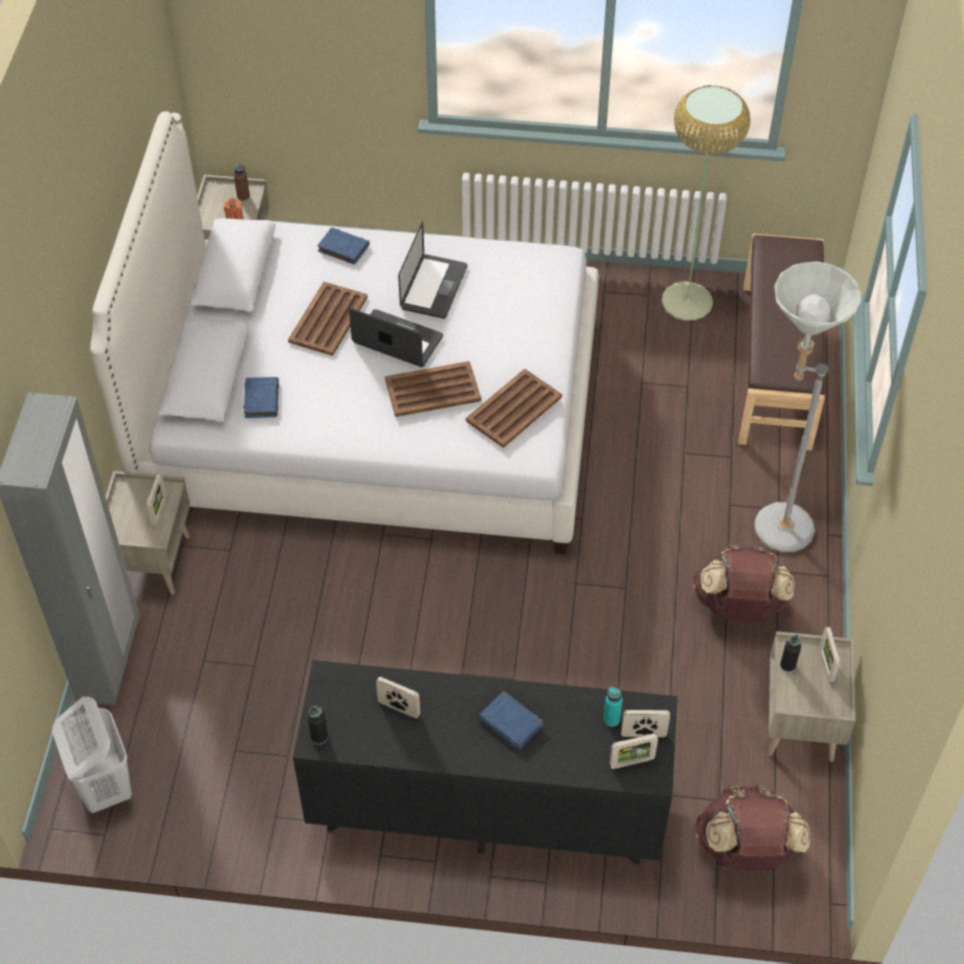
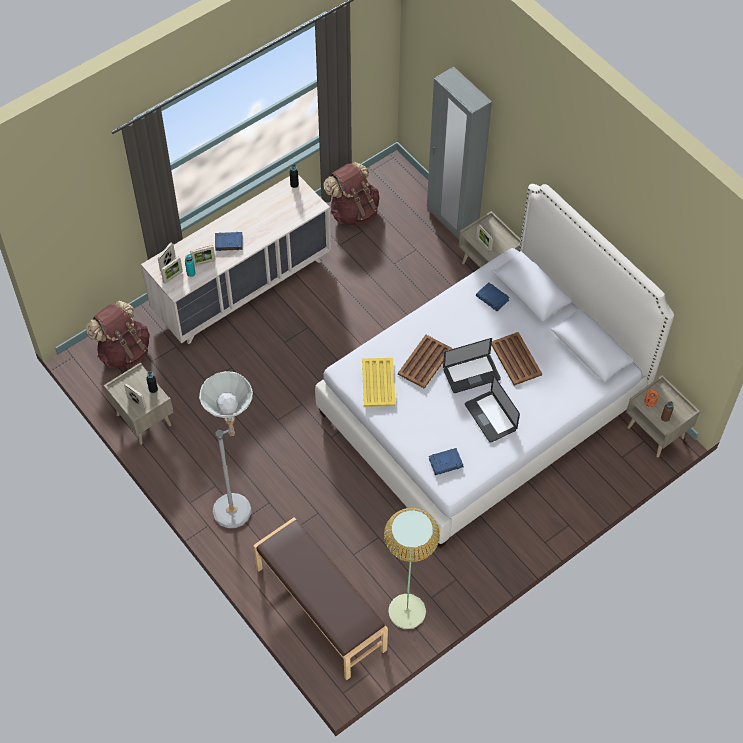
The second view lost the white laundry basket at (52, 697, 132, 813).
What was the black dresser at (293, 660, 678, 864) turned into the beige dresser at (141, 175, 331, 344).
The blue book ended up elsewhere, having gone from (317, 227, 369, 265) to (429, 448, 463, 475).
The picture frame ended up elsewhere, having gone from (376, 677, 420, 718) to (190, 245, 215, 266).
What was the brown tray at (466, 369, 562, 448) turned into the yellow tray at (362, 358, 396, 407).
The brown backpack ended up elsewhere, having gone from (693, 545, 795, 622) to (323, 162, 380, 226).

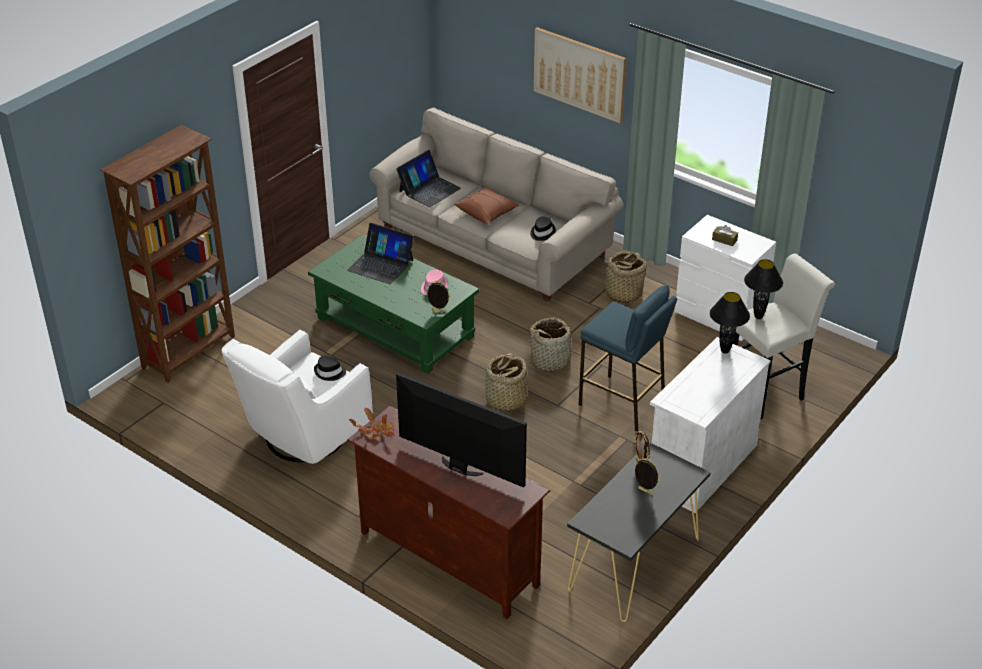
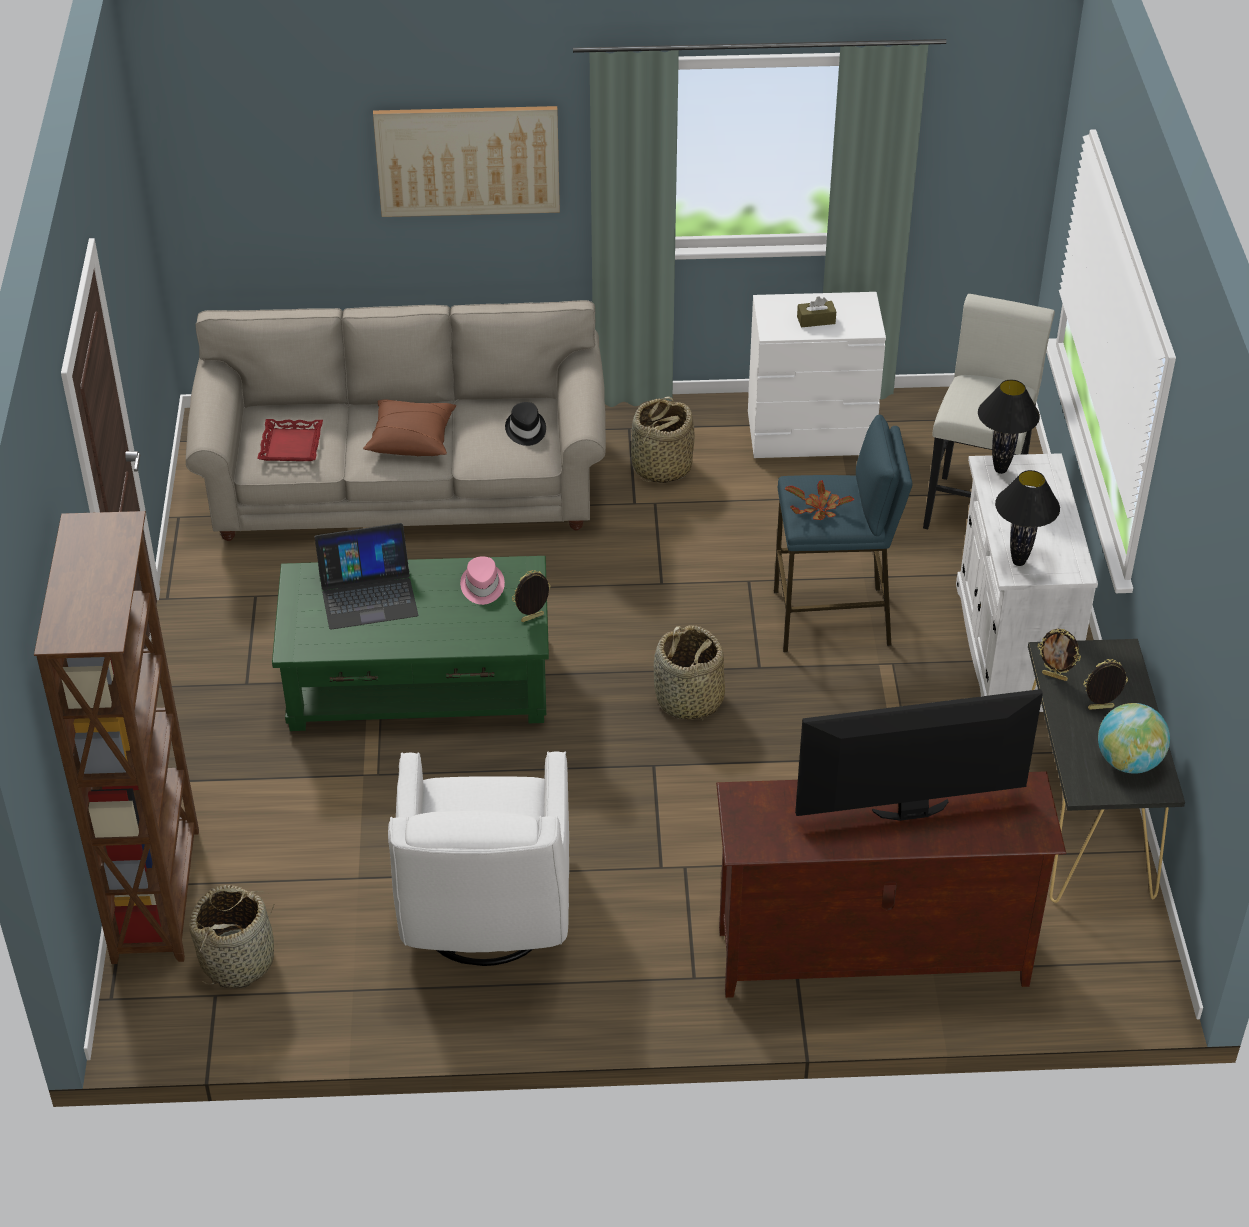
The second view lost the black hat at (314, 356, 346, 381).
The potted plant ended up elsewhere, having gone from (349, 408, 394, 440) to (785, 480, 854, 520).
Where the laptop stood at (396, 150, 461, 207), the red tray came to stand at (257, 419, 323, 461).
The basket ended up elsewhere, having gone from (526, 317, 581, 372) to (189, 885, 274, 989).
The black table lamp ended up elsewhere, having gone from (744, 259, 783, 319) to (995, 470, 1060, 566).
The second view gained the globe at (1098, 703, 1170, 774).

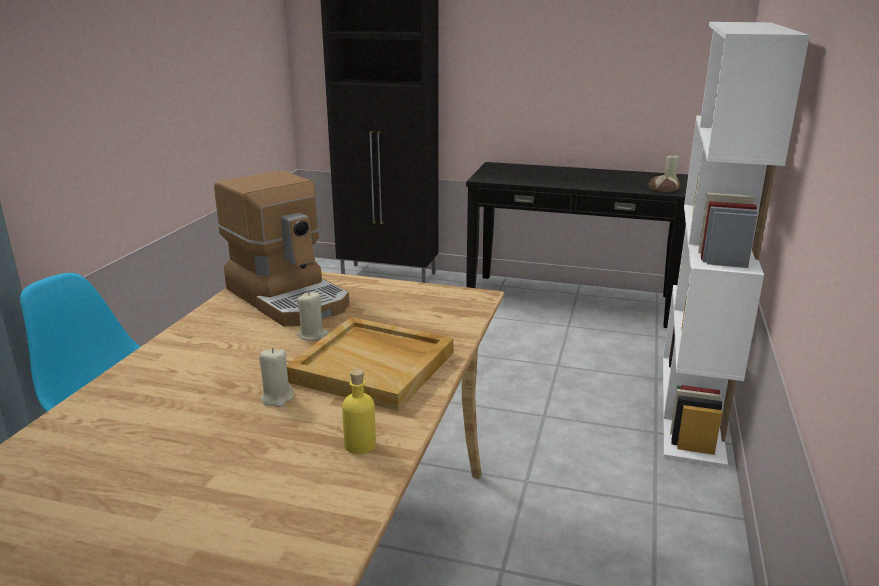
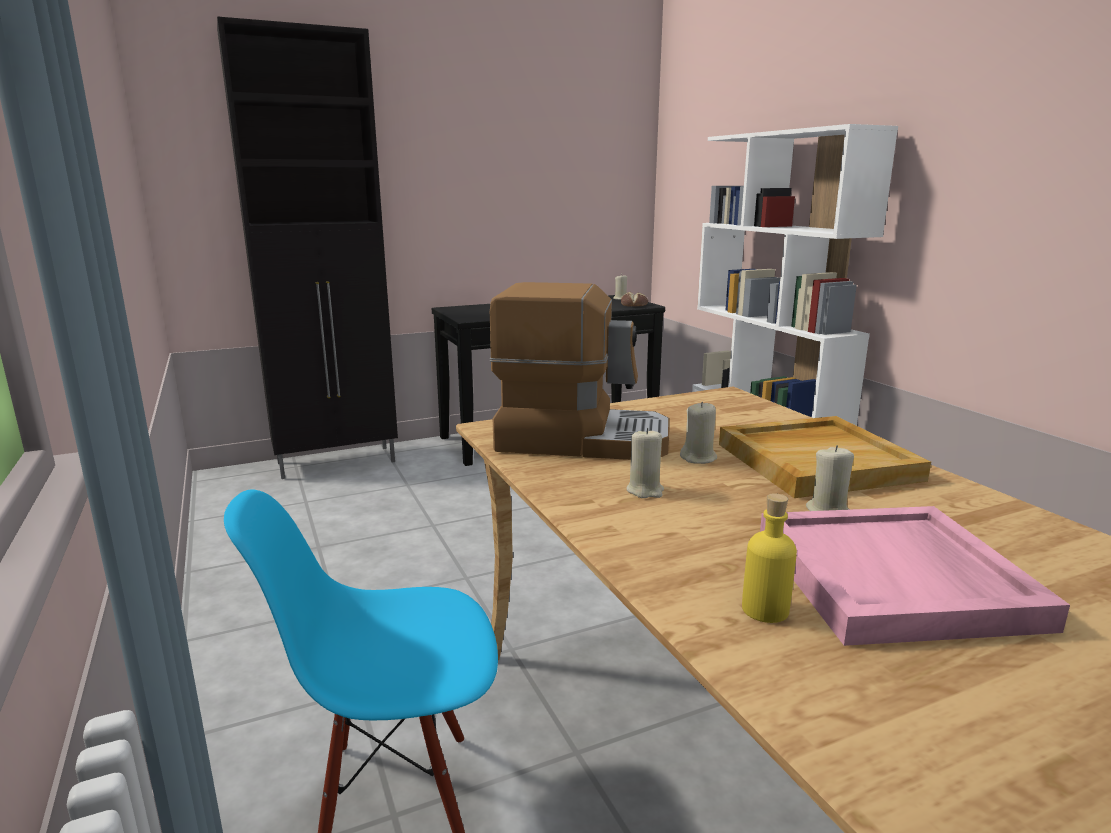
The yellow bottle ended up elsewhere, having gone from (342, 369, 376, 454) to (742, 493, 797, 623).
The second view gained the beige candle at (626, 428, 664, 498).
The second view gained the pink tray at (760, 506, 1070, 646).

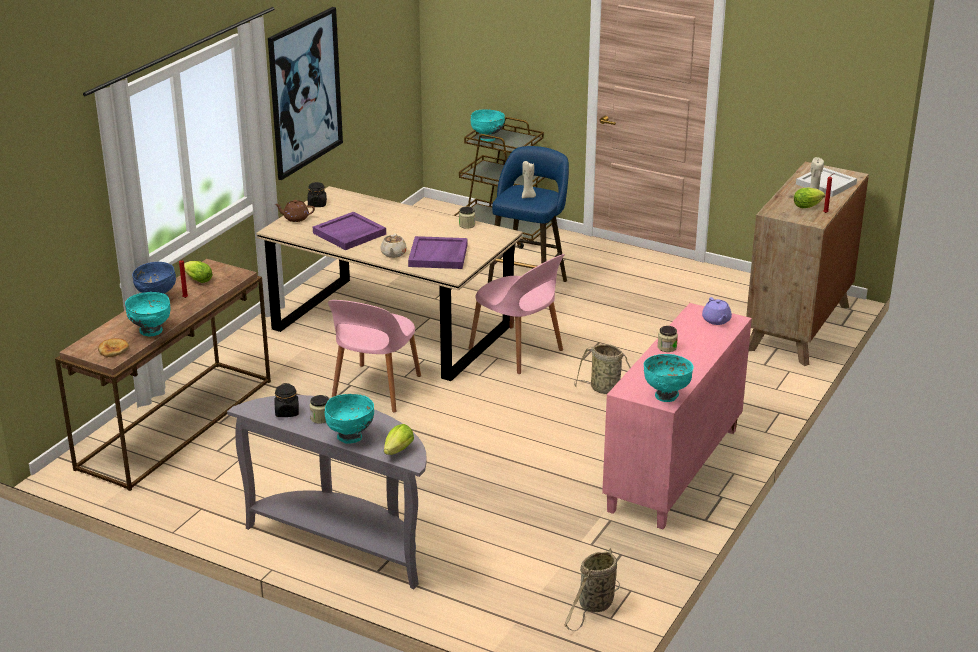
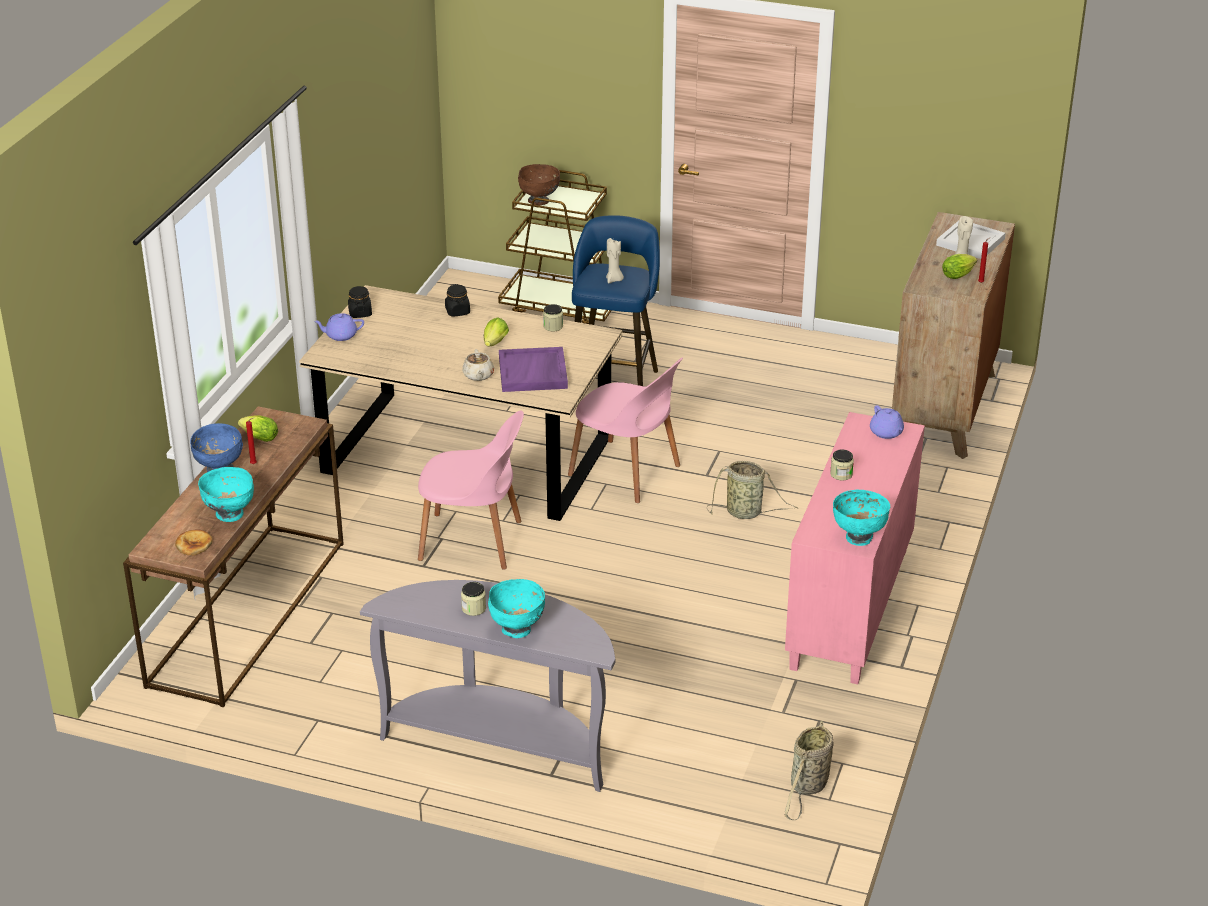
The second view lost the picture at (268, 7, 343, 180).
What was the brown teapot at (274, 200, 315, 222) turned into the purple teapot at (314, 313, 364, 341).
The black jar ended up elsewhere, having gone from (275, 383, 299, 417) to (445, 284, 470, 317).
The second view lost the purple tray at (313, 212, 386, 250).
The pink chair at (328, 300, 421, 412) ended up facing another way, 90 degrees counterclockwise from before.
The lettuce ended up elsewhere, having gone from (384, 424, 414, 455) to (484, 318, 509, 346).
What was the turquoise bowl at (471, 109, 505, 142) turned into the brown bowl at (518, 164, 560, 205).

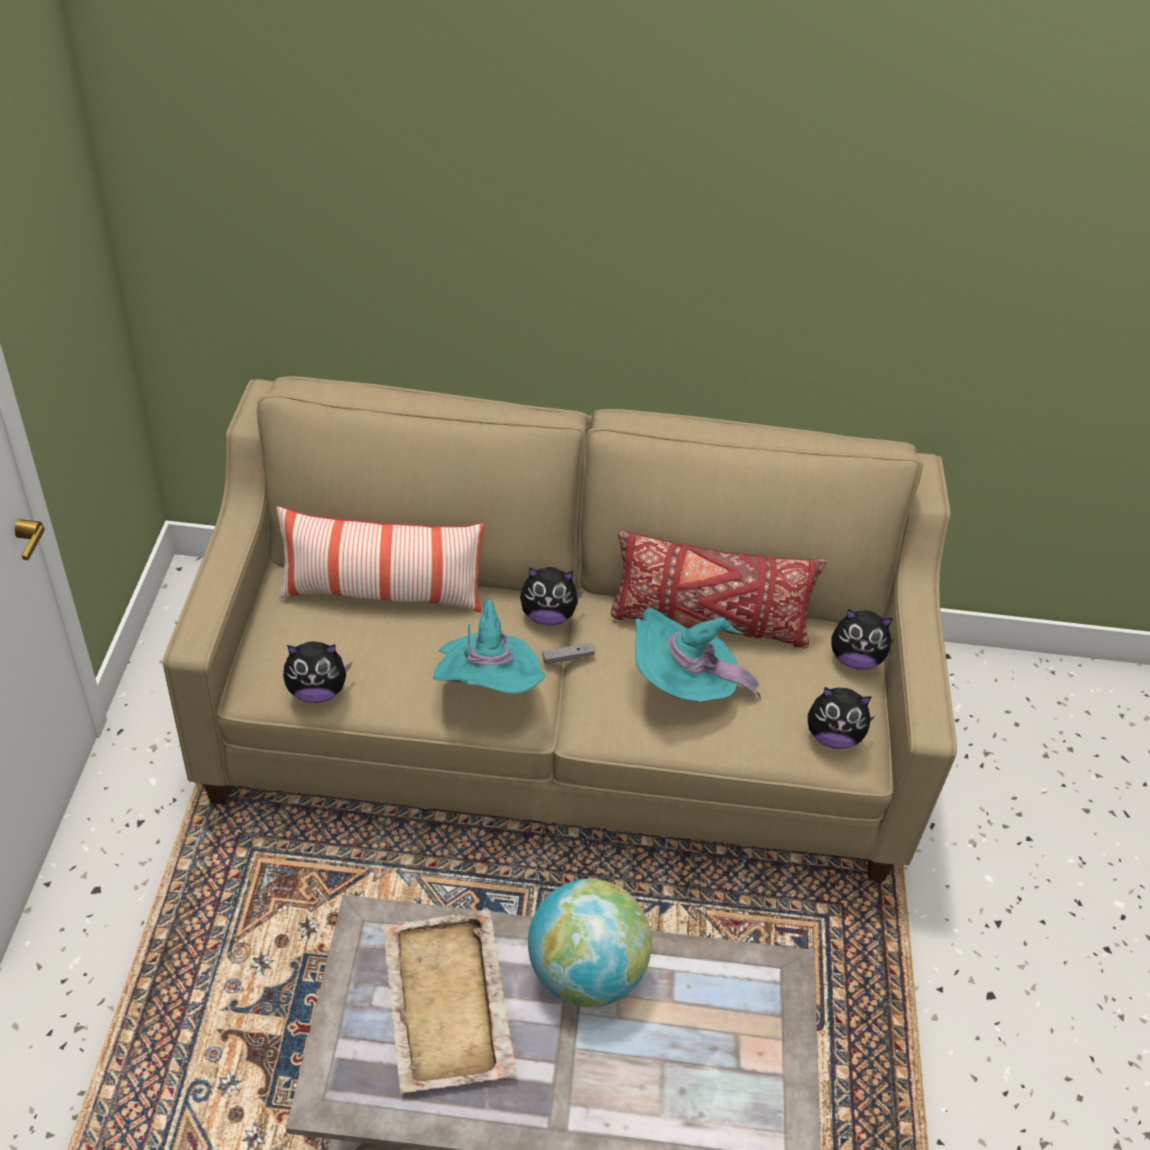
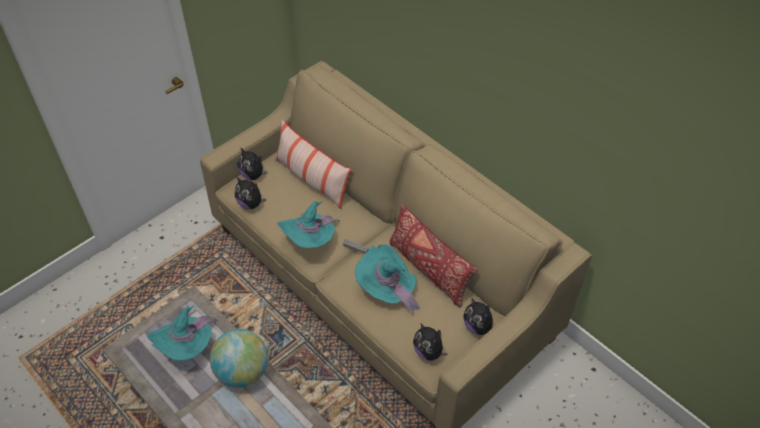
Where the beige tray stood at (381, 909, 517, 1094), the turquoise hat came to stand at (147, 305, 217, 361).
The plush toy ended up elsewhere, having gone from (520, 567, 583, 626) to (238, 147, 267, 180).

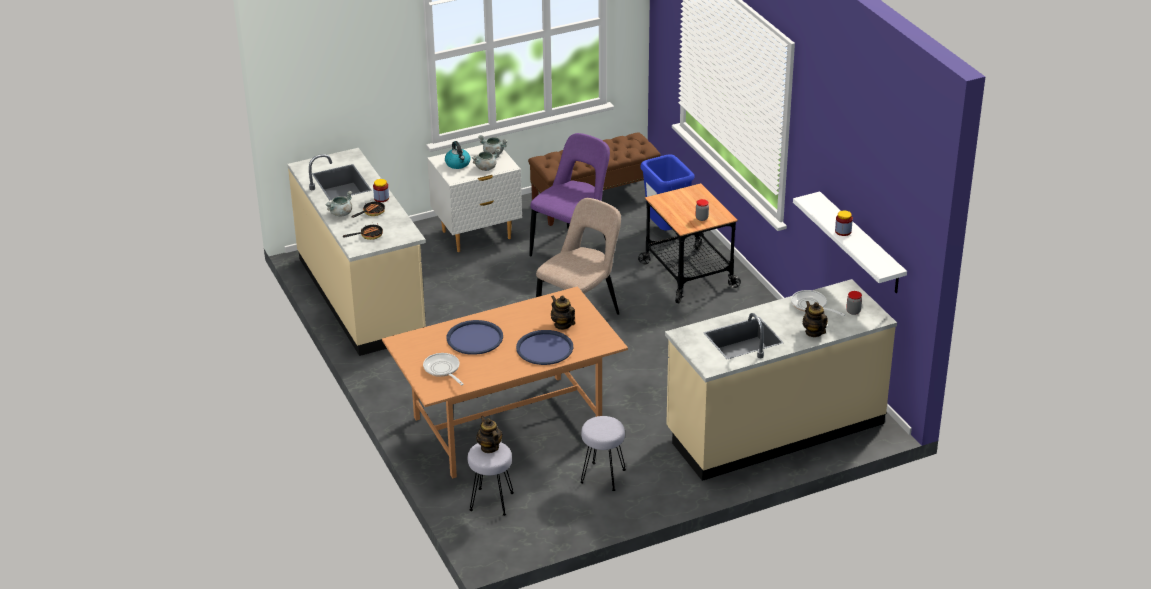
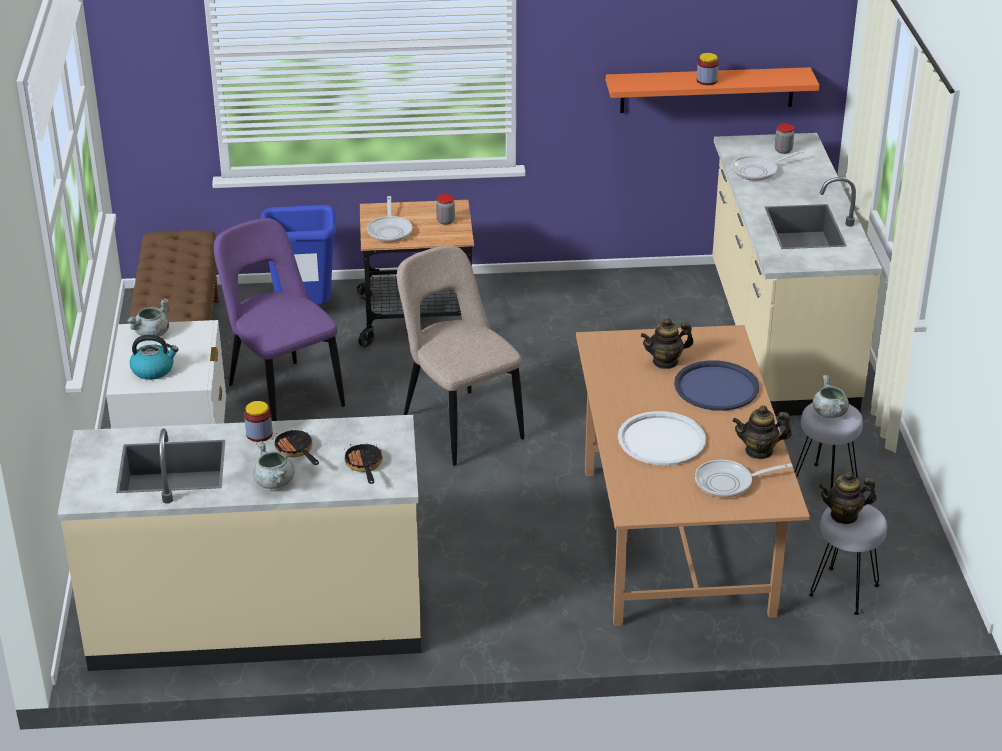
What was the blue tray at (447, 320, 503, 355) turned into the white tray at (618, 411, 706, 466).
The grey cooking pot ended up elsewhere, having gone from (472, 149, 501, 171) to (813, 375, 849, 418).
What was the white shelf at (793, 191, 907, 293) turned into the orange shelf at (606, 67, 819, 113).
The teapot ended up elsewhere, having gone from (802, 301, 828, 337) to (732, 406, 792, 459).
The second view gained the frying pan at (367, 196, 413, 242).

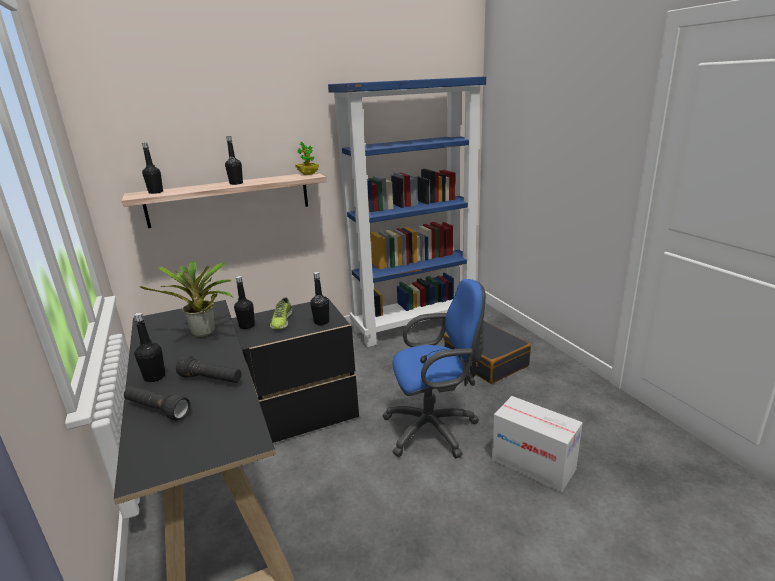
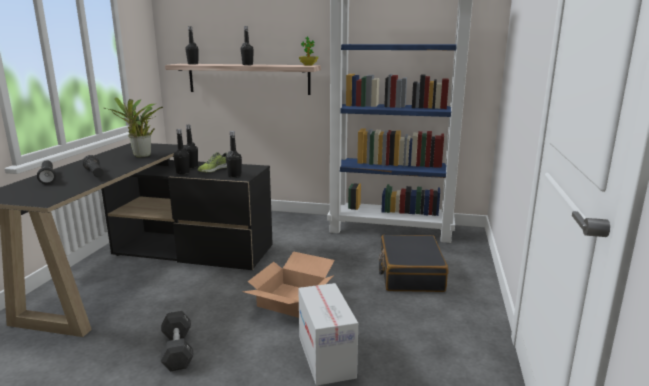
The black bottle ended up elsewhere, having gone from (134, 312, 165, 382) to (173, 129, 190, 175).
Where the blue office chair stood at (382, 279, 486, 458), the cardboard box came to stand at (243, 251, 335, 318).
The second view gained the black dumbbell at (161, 311, 194, 372).

